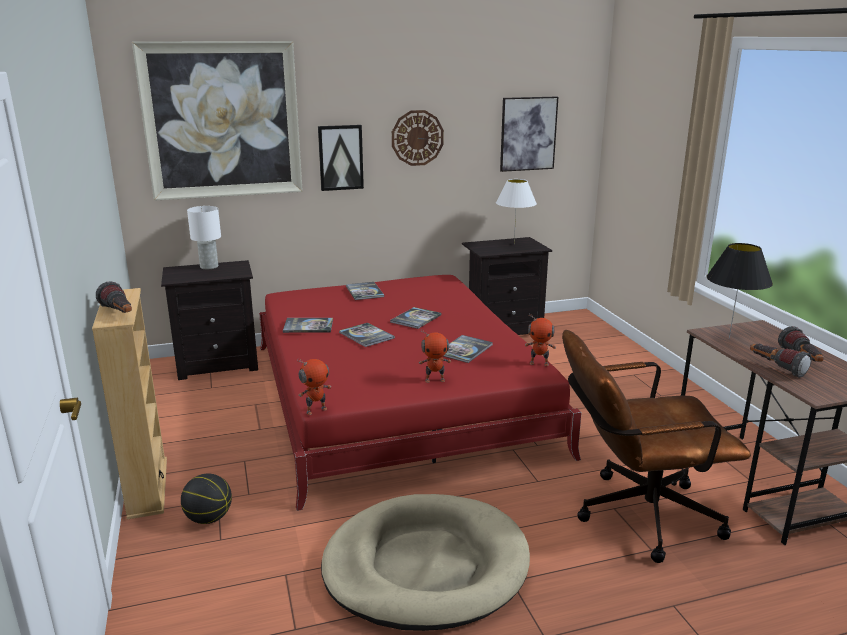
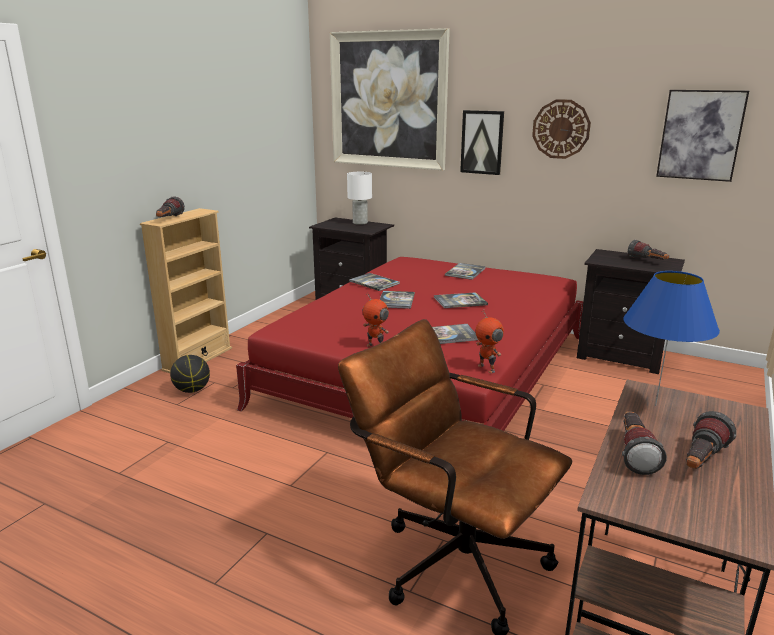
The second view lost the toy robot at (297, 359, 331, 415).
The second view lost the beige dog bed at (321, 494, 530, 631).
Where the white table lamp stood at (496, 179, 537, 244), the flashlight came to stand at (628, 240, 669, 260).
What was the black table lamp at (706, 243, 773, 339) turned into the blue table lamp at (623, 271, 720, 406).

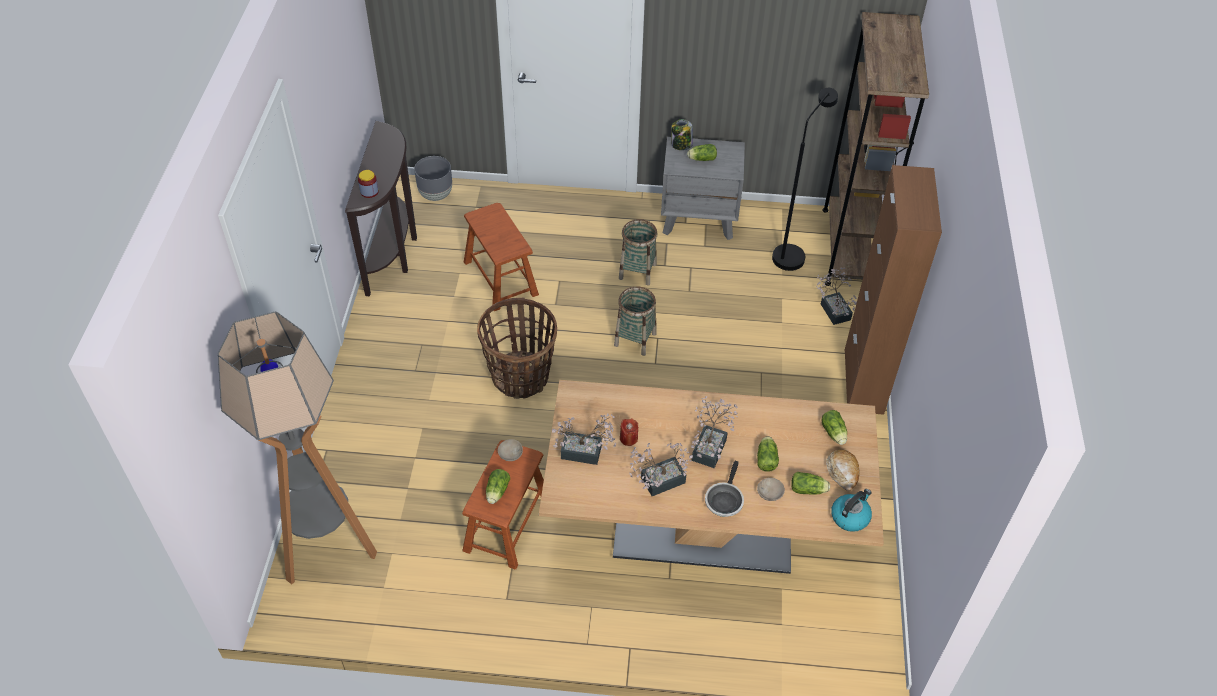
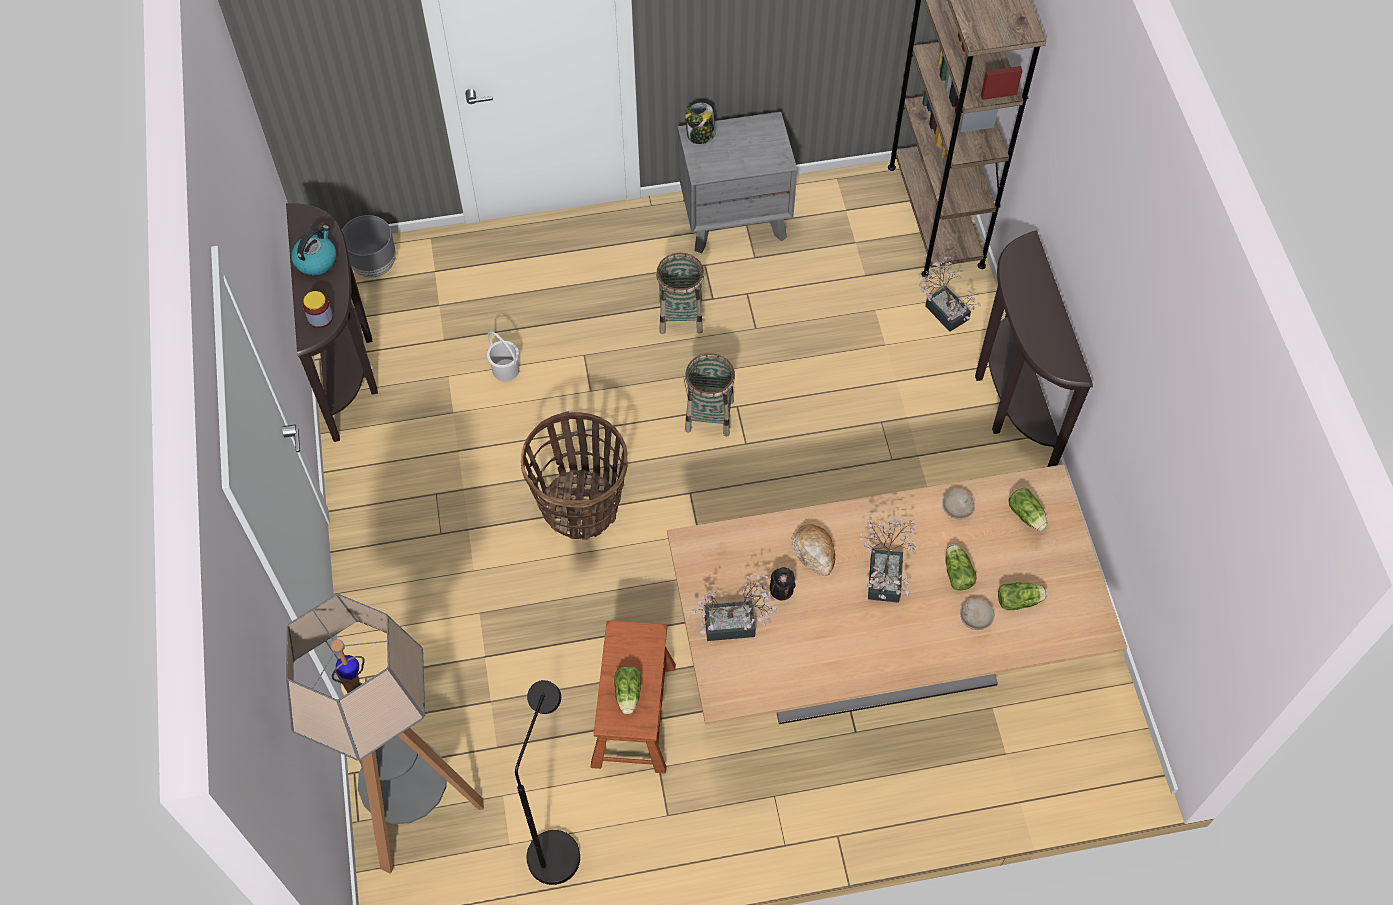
Where the brown stool stood at (464, 203, 539, 311), the white bucket came to stand at (487, 331, 520, 382).
The beige bowl ended up elsewhere, having gone from (498, 439, 523, 461) to (942, 489, 975, 519).
What was the red candle at (620, 419, 638, 446) turned into the black candle at (770, 567, 796, 600).
The second view lost the potted plant at (629, 443, 693, 496).
The second view lost the lettuce at (687, 144, 717, 161).
The second view lost the frying pan at (705, 461, 744, 517).
The black floor lamp ended up elsewhere, having gone from (772, 88, 838, 271) to (515, 680, 580, 885).
The bread ended up elsewhere, having gone from (826, 449, 860, 491) to (791, 524, 835, 576).
The kettle ended up elsewhere, having gone from (831, 489, 872, 532) to (291, 225, 336, 275).
Where the brown cabinet stood at (845, 165, 942, 415), the brown console table came to stand at (975, 230, 1093, 467).

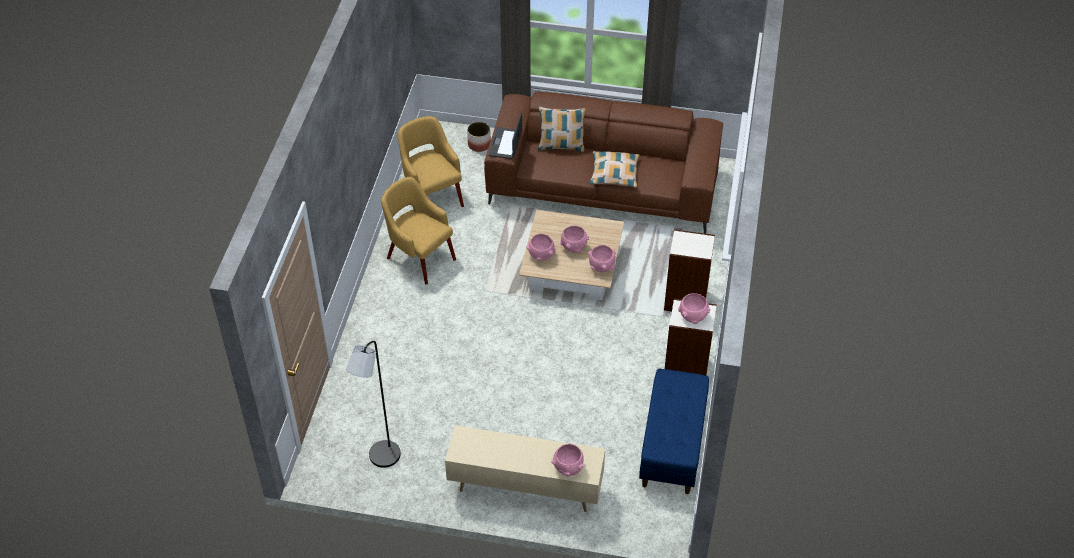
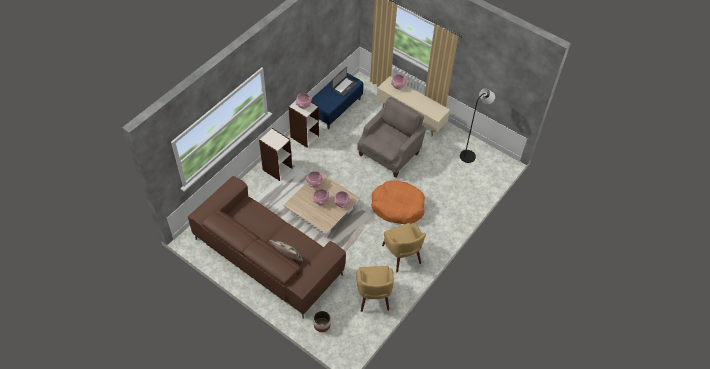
The laptop ended up elsewhere, having gone from (488, 112, 522, 159) to (332, 67, 357, 96).
The second view lost the pillow at (589, 151, 640, 187).
The second view gained the beige armchair at (357, 97, 426, 178).
The second view gained the orange dog bed at (371, 180, 425, 224).

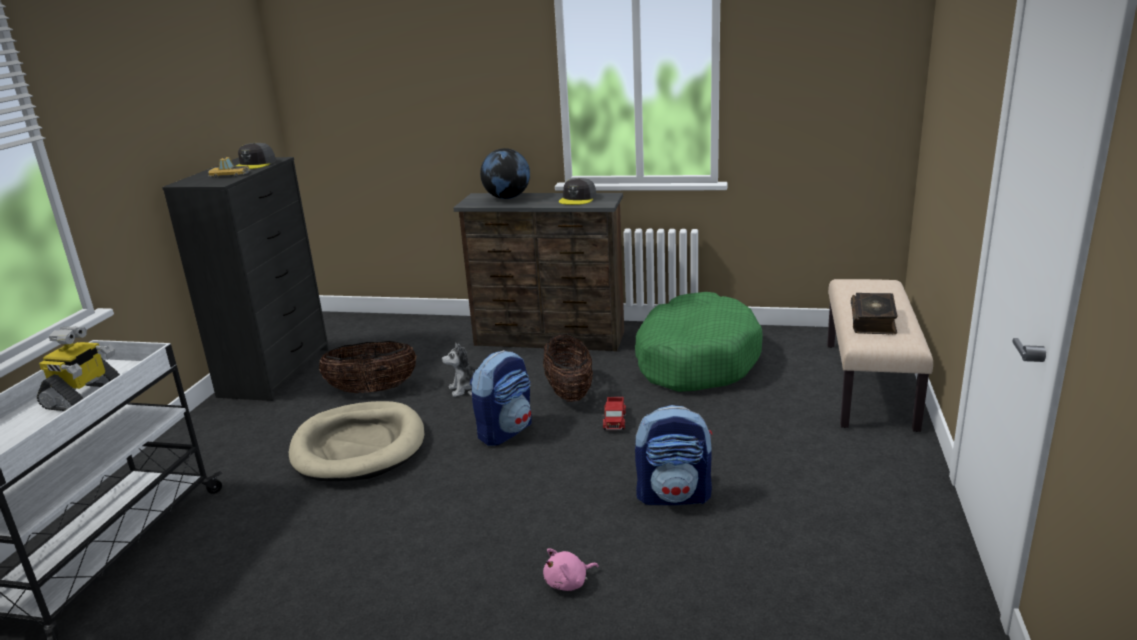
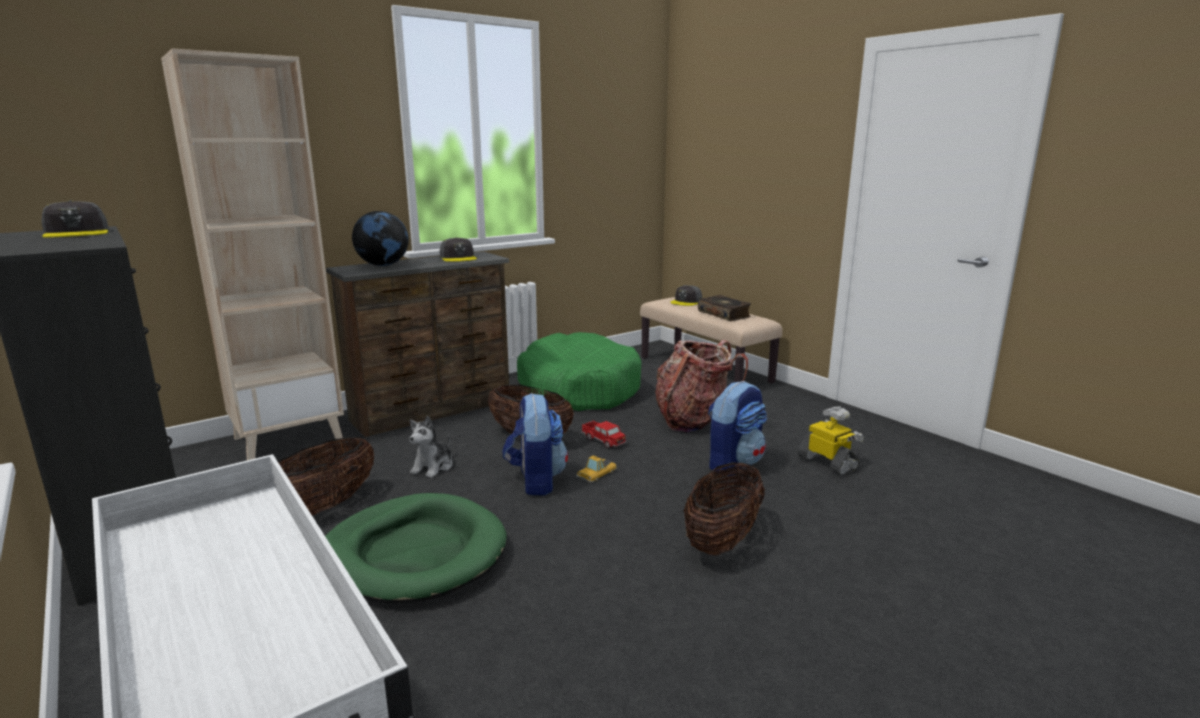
The toy robot ended up elsewhere, having gone from (36, 327, 120, 411) to (798, 407, 864, 476).
The toy car ended up elsewhere, having gone from (208, 157, 251, 178) to (576, 455, 617, 483).
What was the beige dog bed at (289, 401, 424, 481) turned into the green dog bed at (325, 493, 507, 603).
The second view lost the pink plush toy at (543, 549, 599, 591).
The second view gained the beige bookcase at (161, 49, 344, 460).
The second view gained the backpack at (655, 340, 748, 432).
The second view gained the grey cap at (670, 285, 702, 306).
The second view gained the basket at (684, 462, 765, 555).

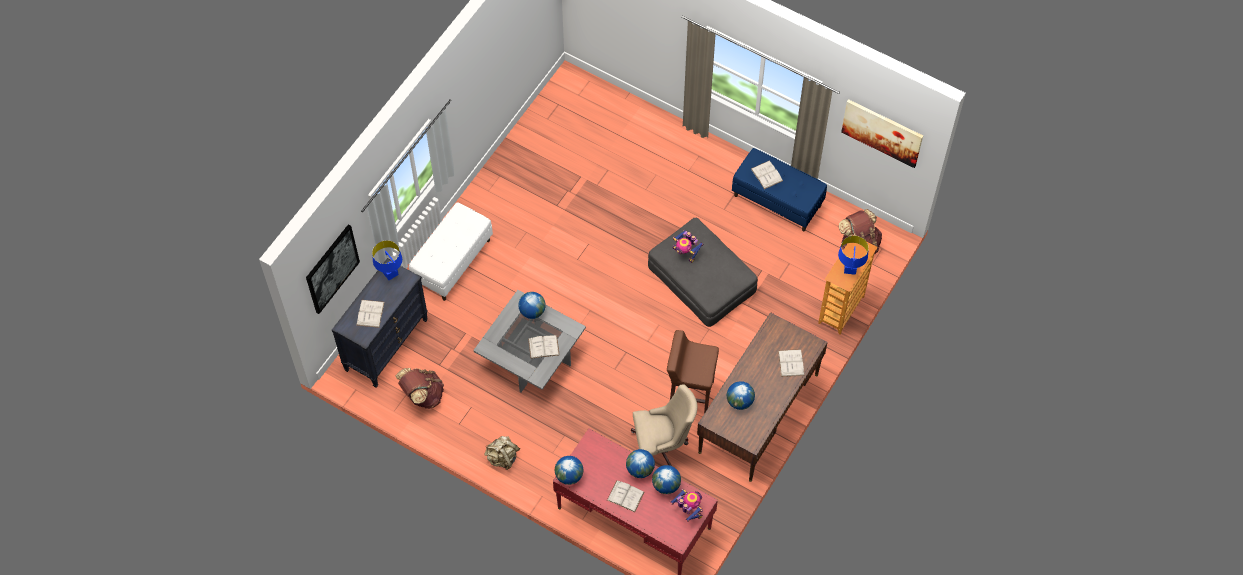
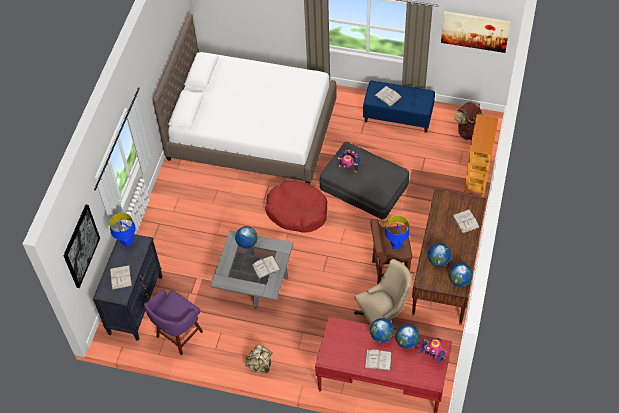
Where the brown backpack stood at (396, 368, 444, 409), the purple stool came to stand at (144, 289, 203, 355).
The second view lost the white bench at (409, 202, 493, 301).
The globe ended up elsewhere, having gone from (555, 456, 583, 485) to (449, 263, 473, 287).
The blue table lamp ended up elsewhere, having gone from (838, 236, 869, 275) to (385, 216, 410, 249).
The second view gained the white bed at (152, 14, 337, 184).
The second view gained the red dog bed at (265, 181, 327, 232).

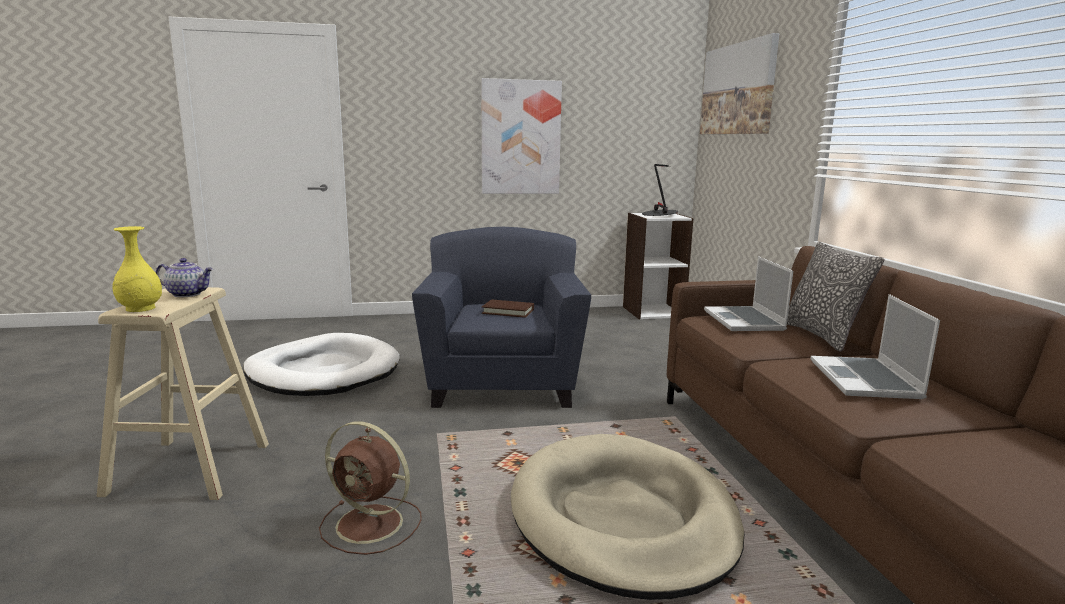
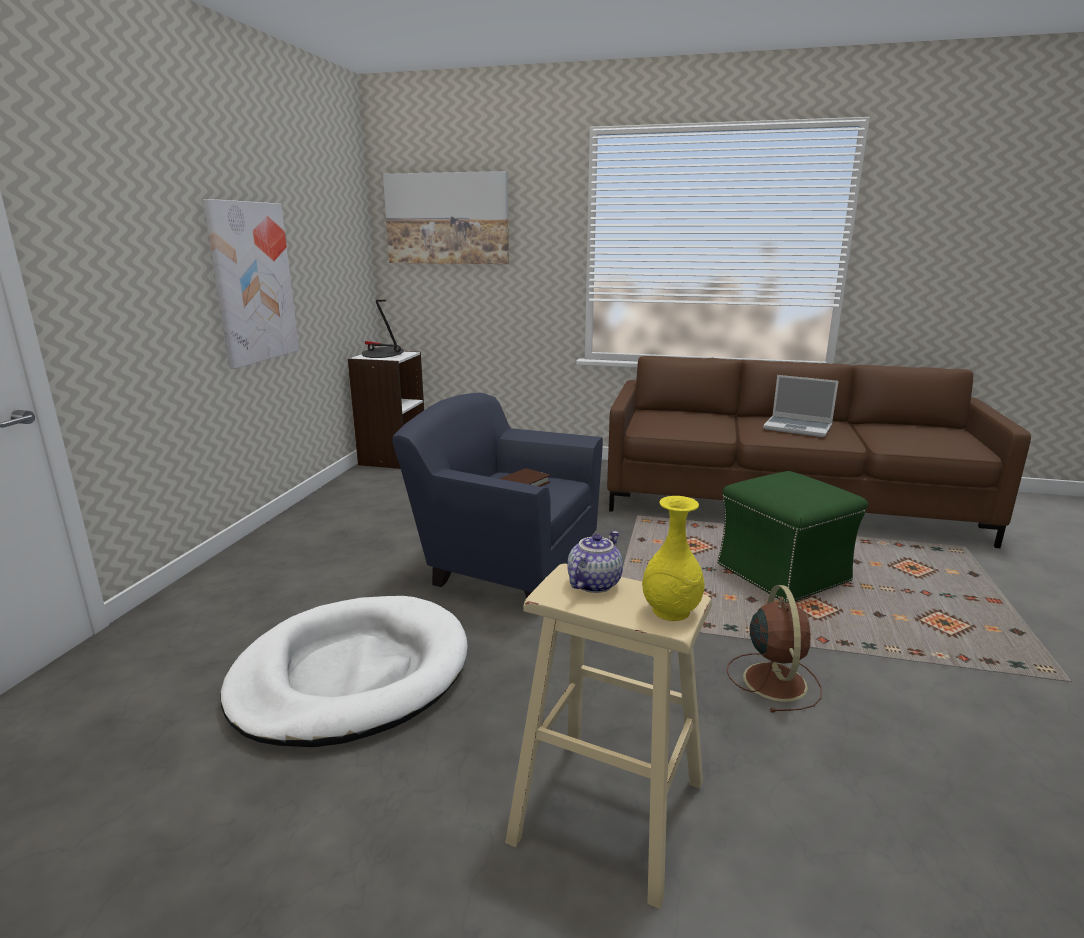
The brown fan at (319, 421, 422, 555) ended up facing another way, 45 degrees counterclockwise from before.
Where the beige dog bed stood at (511, 434, 744, 600), the green ottoman came to stand at (717, 471, 868, 603).
The second view lost the laptop at (704, 256, 793, 331).
The second view lost the pillow at (787, 242, 884, 351).

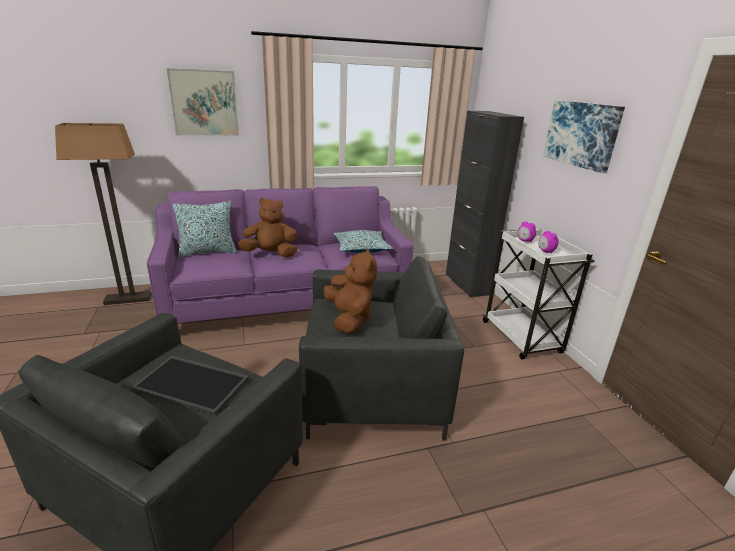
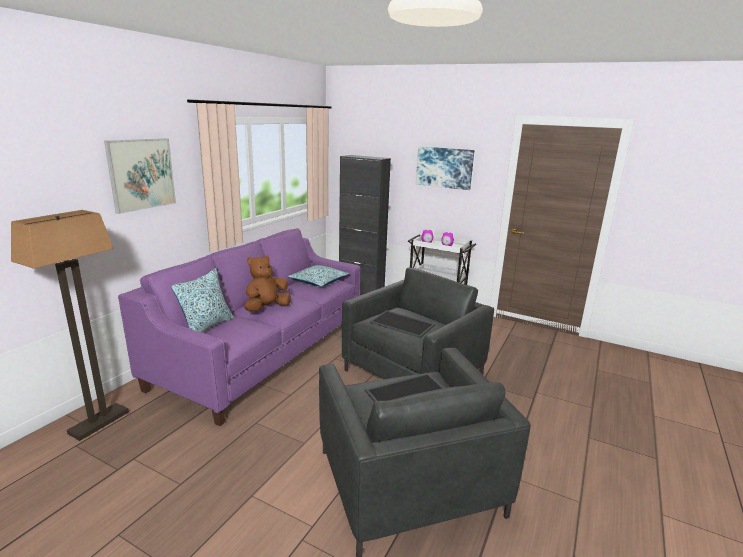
Where the brown plush toy stood at (324, 248, 377, 334), the tray came to stand at (370, 310, 435, 338).

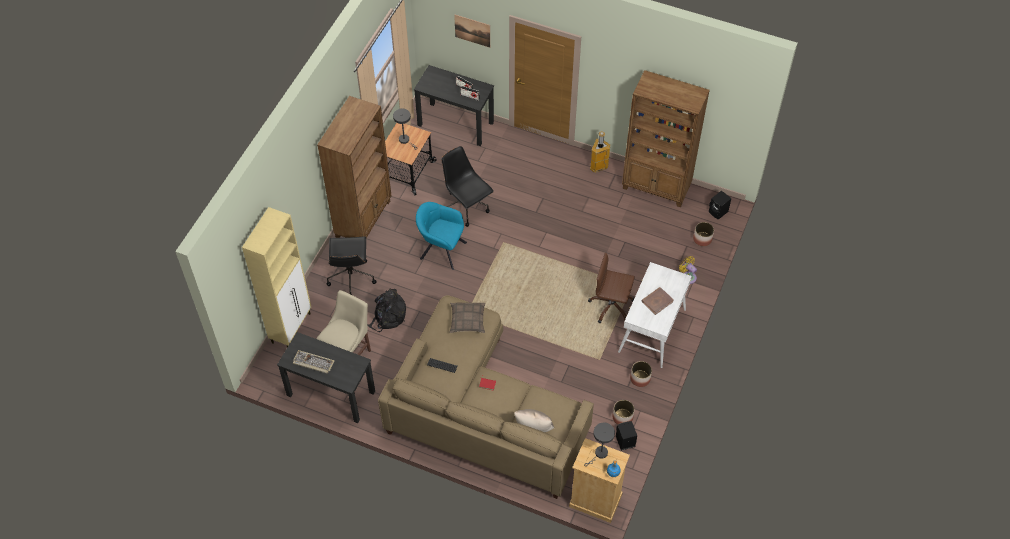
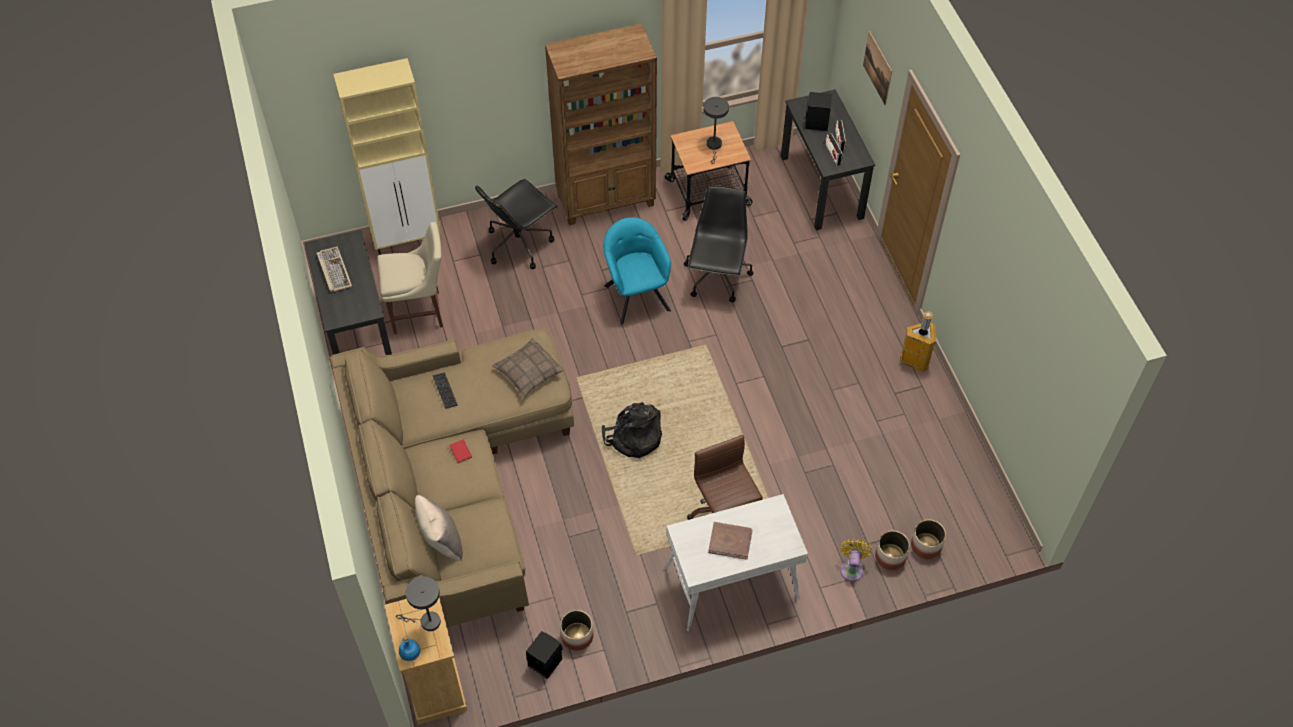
The black backpack ended up elsewhere, having gone from (367, 289, 406, 332) to (602, 402, 662, 458).
The second view lost the brown bookcase at (622, 70, 710, 207).
The planter ended up elsewhere, having gone from (630, 361, 652, 387) to (875, 531, 910, 570).
The black speaker ended up elsewhere, having gone from (709, 190, 732, 220) to (805, 92, 832, 131).

